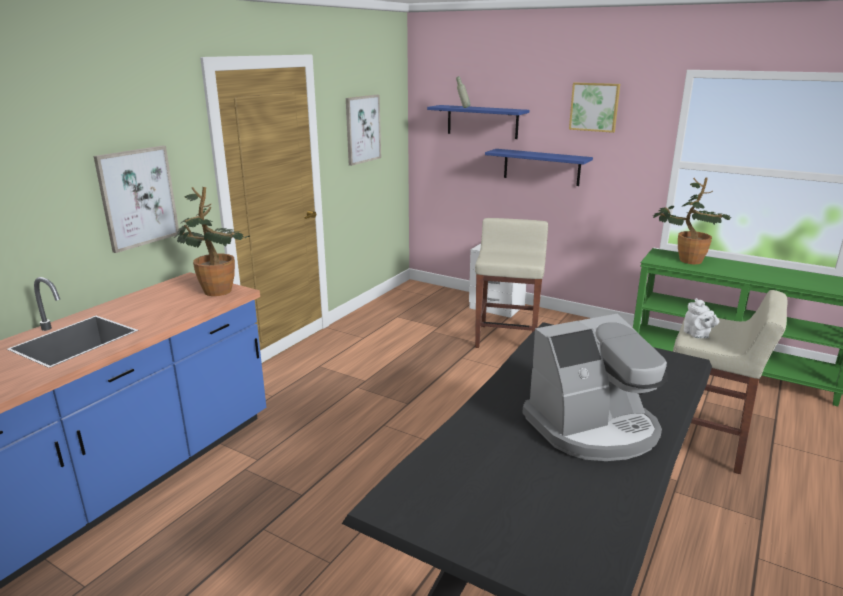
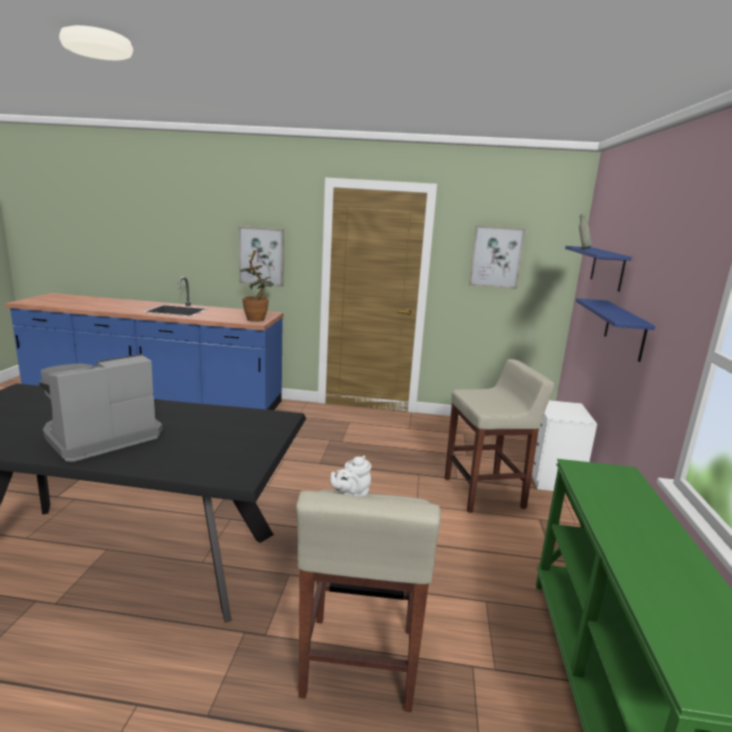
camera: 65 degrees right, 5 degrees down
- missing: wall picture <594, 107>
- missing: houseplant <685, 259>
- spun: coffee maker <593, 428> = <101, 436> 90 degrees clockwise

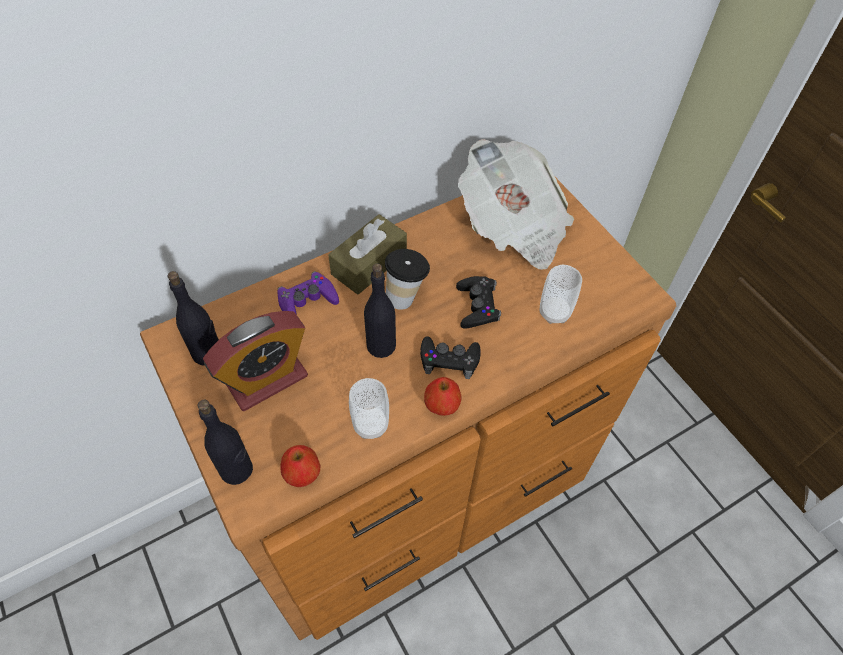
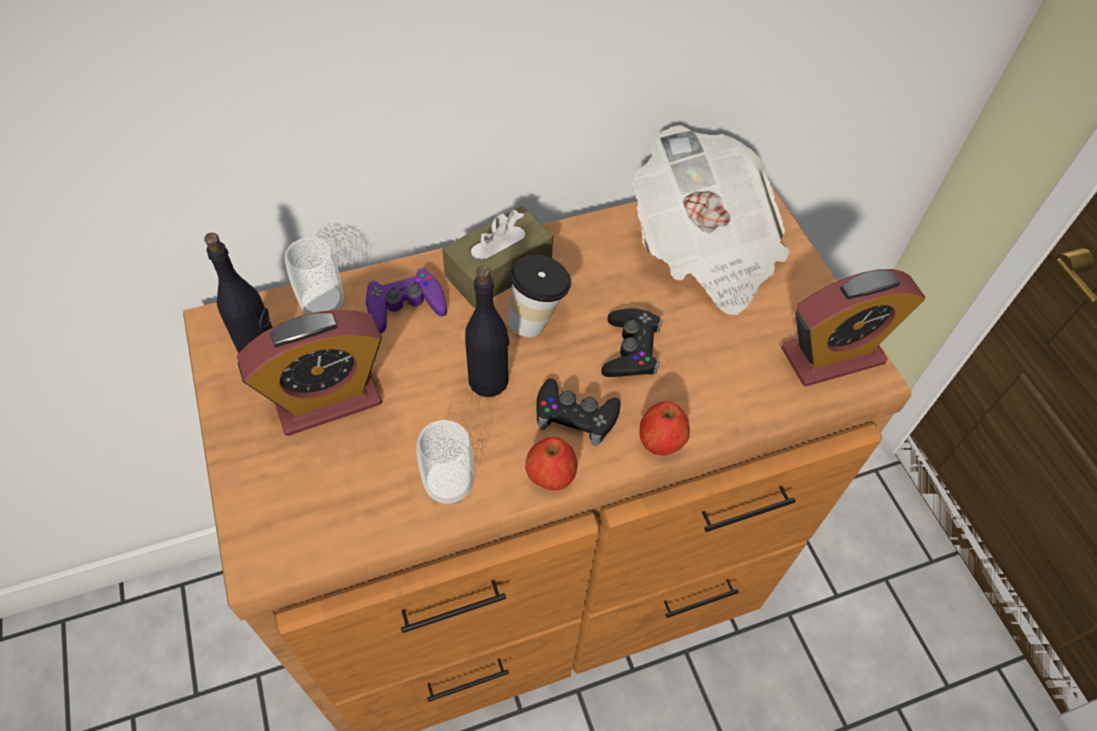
camera: 10 degrees right, 0 degrees up
- missing: black beverage bottle <237, 470>
- appeared: bedside clock <832, 355>
- relocated: apple fruit <302, 474> to <660, 442>
- relocated: cup <554, 312> to <323, 304>

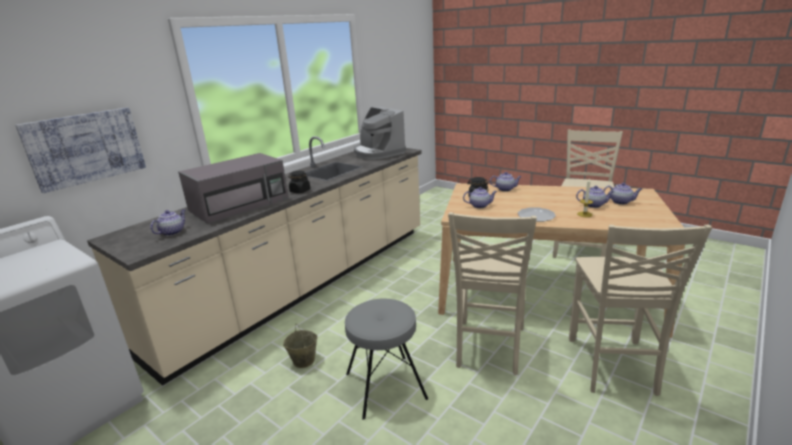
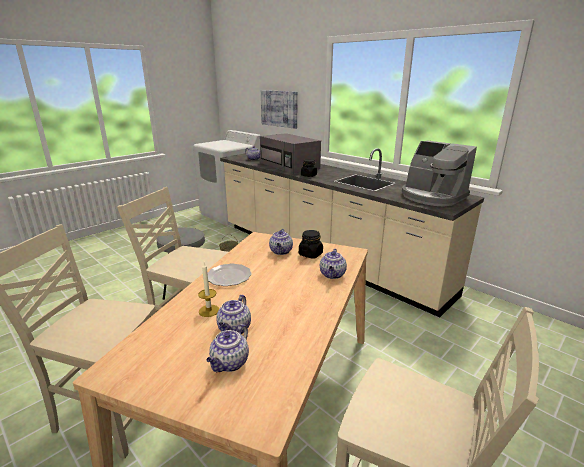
camera: 95 degrees right, 0 degrees up
- spun: coffee maker <378, 153> = <432, 197> 105 degrees counterclockwise

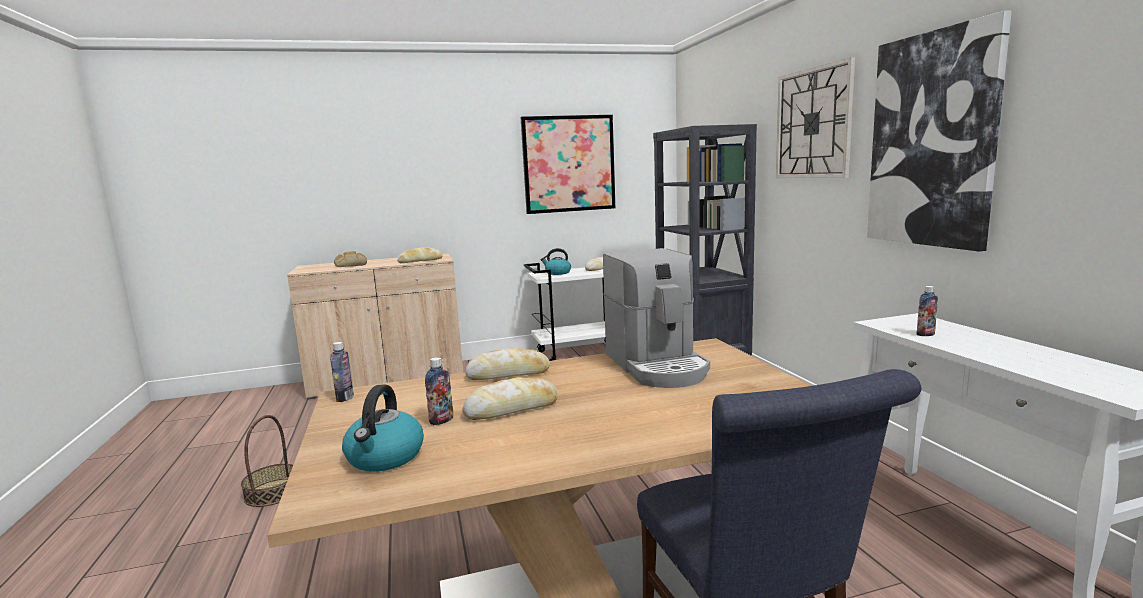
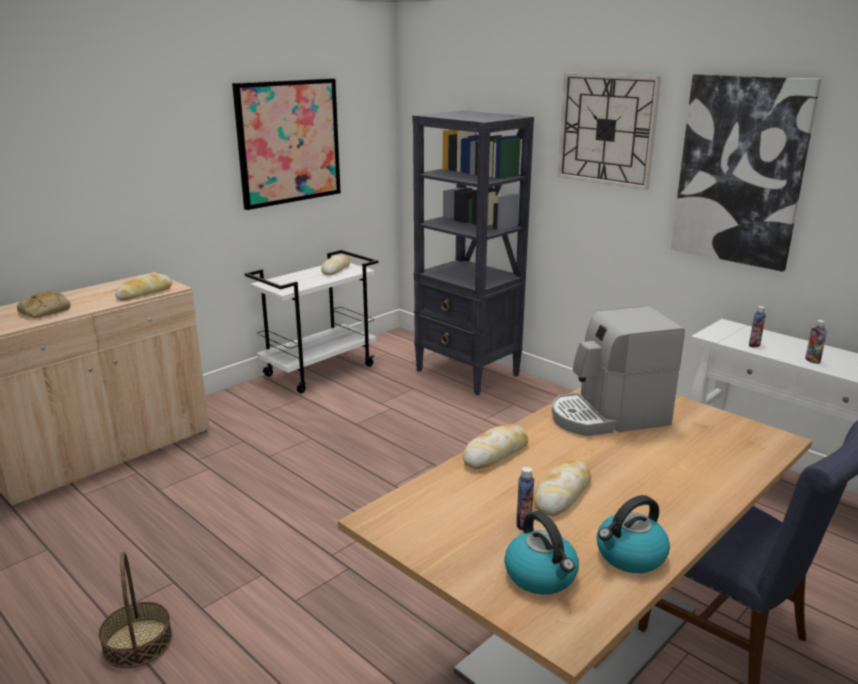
camera: 30 degrees left, 10 degrees up
- relocated: beverage bottle <345, 398> to <812, 360>
- relocated: kettle <557, 273> to <630, 556>
- spun: coffee maker <657, 366> = <608, 416> 120 degrees clockwise

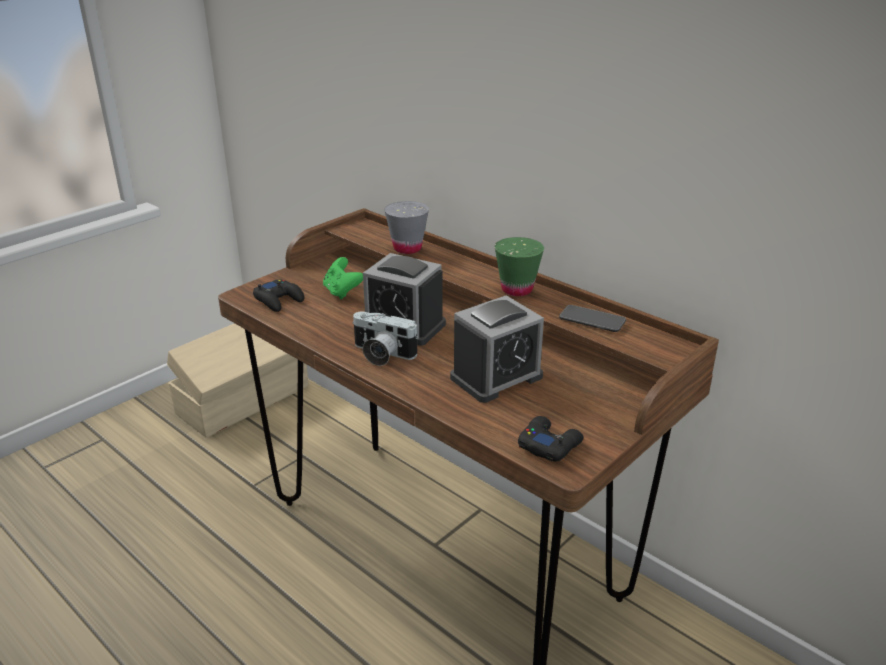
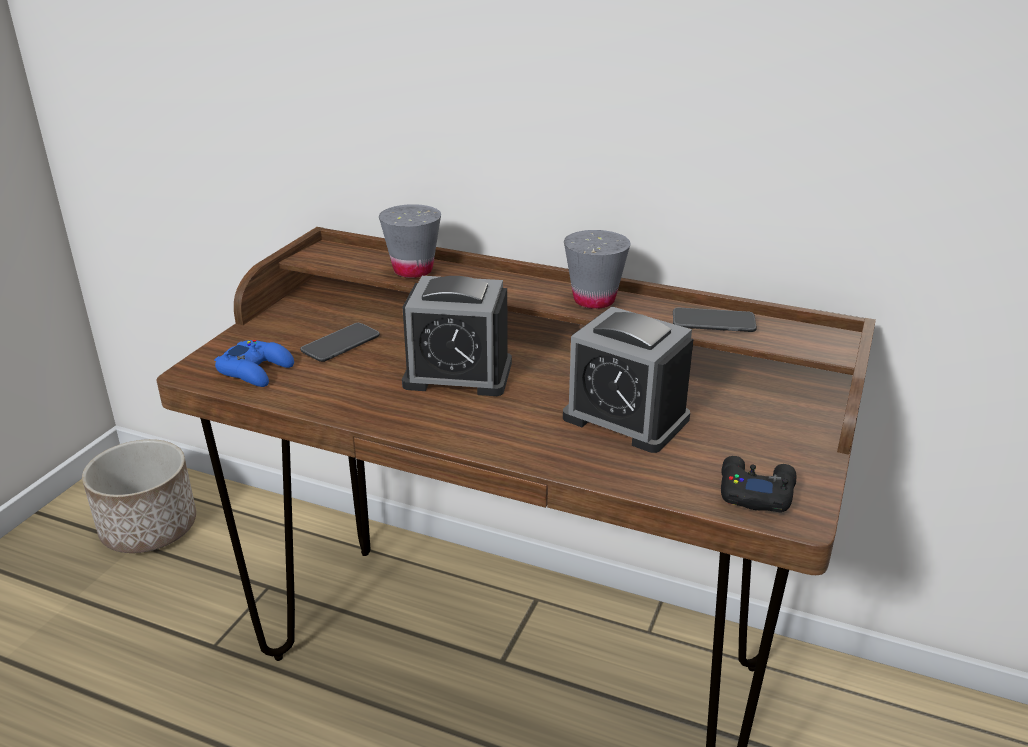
camera: 20 degrees left, 0 degrees up
- missing: photo camera <381, 354>
- exchanged: beige storage bin <245, 400> to plant pot <149, 527>
- exchanged: green-coloured joypad <342, 292> to phone <340, 344>
- colour: black joypad <279, 300> to blue joypad <256, 370>
- colour: green-coloured cup <517, 289> to grey cup <594, 300>
- spun: bedside clock <496, 377> = <625, 418> 90 degrees clockwise

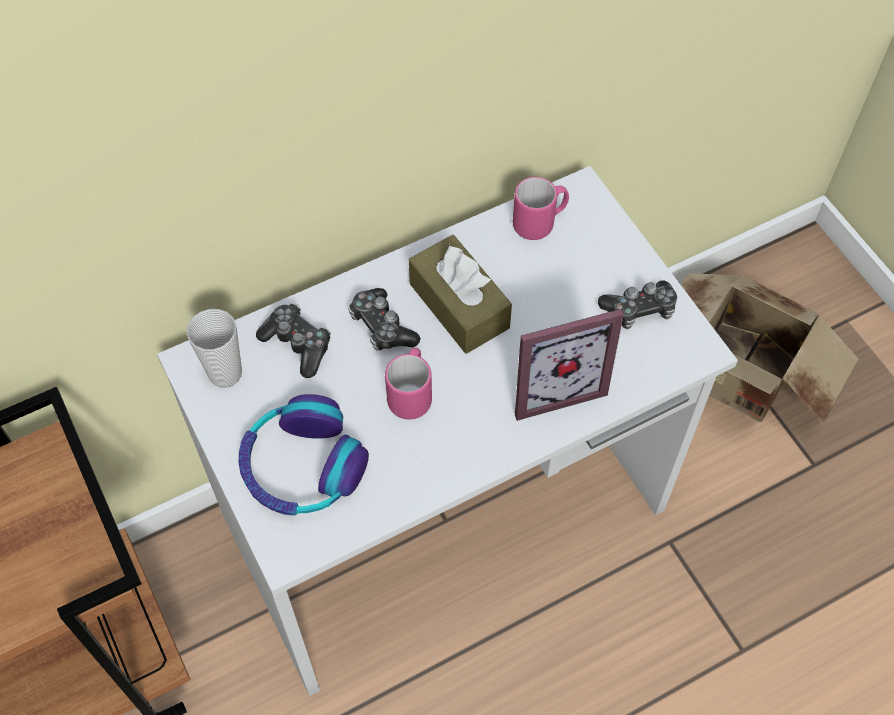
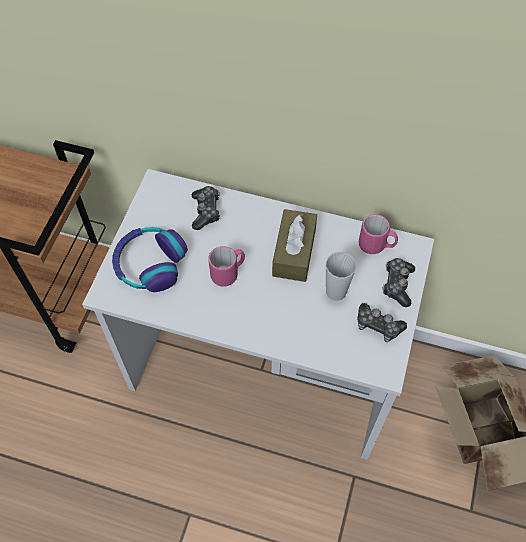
camera: 45 degrees right, 0 degrees up
- missing: picture frame <552, 384>
- relocated: cup <225, 374> to <336, 292>
- relocated: joypad <382, 327> to <397, 284>

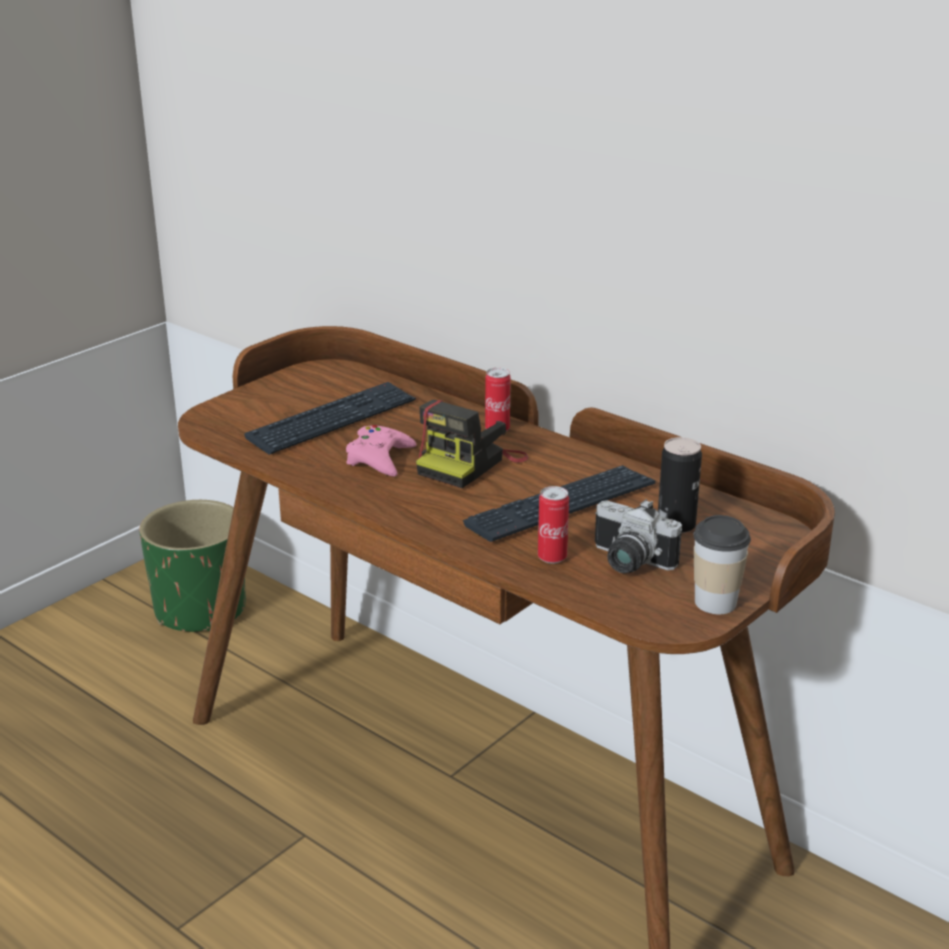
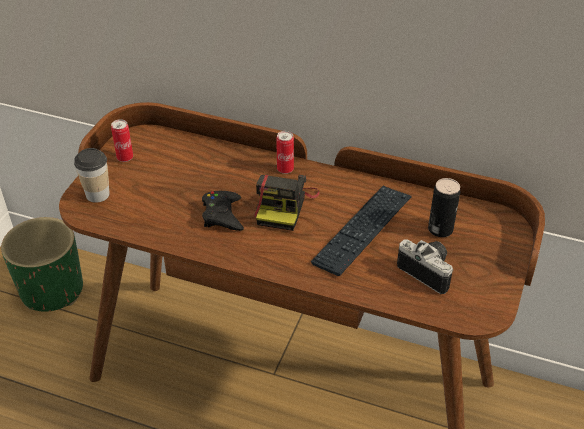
camera: 20 degrees left, 15 degrees up
- missing: keyboard <332, 420>
- relocated: metal can <552, 558> to <125, 158>
- relocated: cup <715, 602> to <97, 194>
- colour: pink-coloured joypad <379, 458> to black joypad <222, 215>
- spun: photo camera <627, 563> = <429, 271> 150 degrees counterclockwise

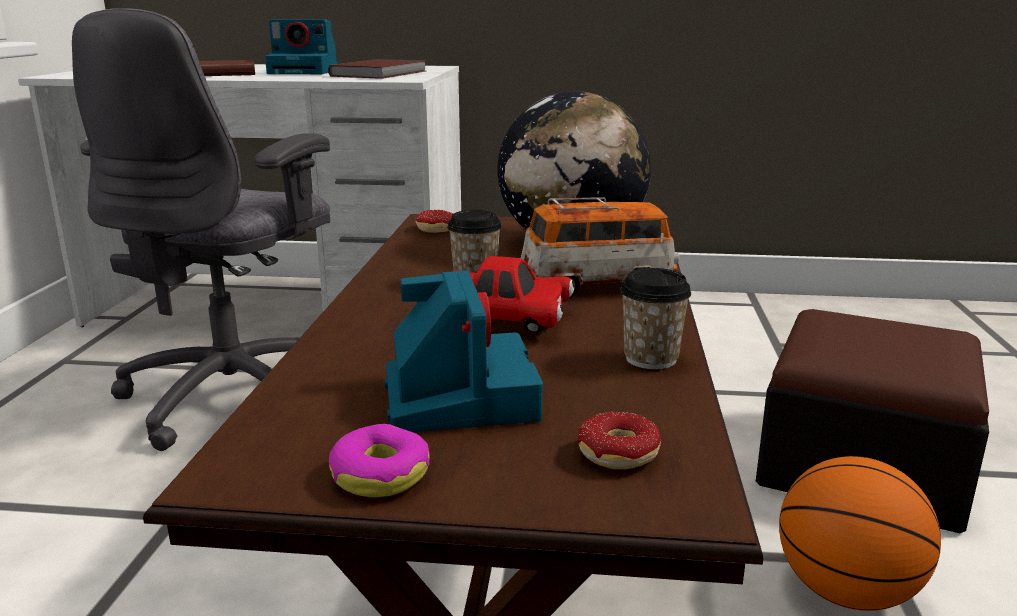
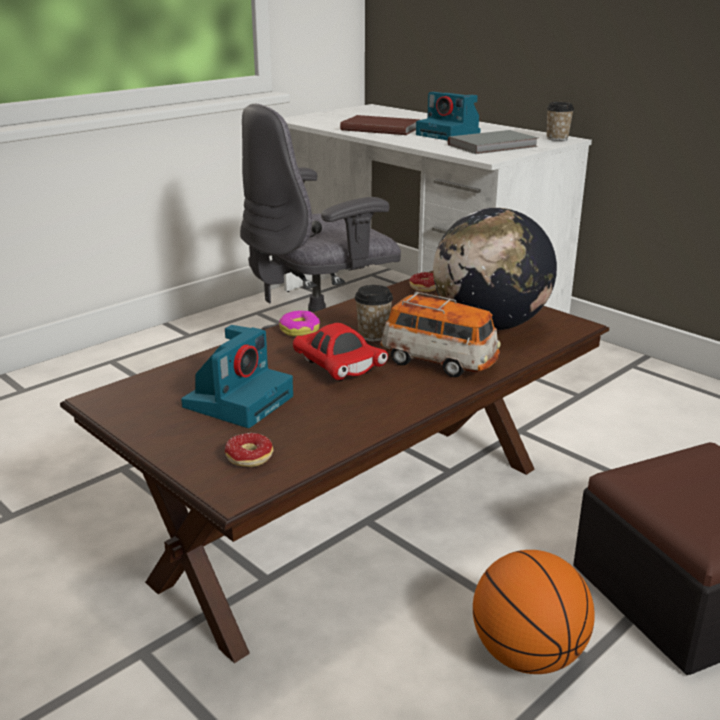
camera: 40 degrees right, 5 degrees up
- relocated: doughnut <380, 475> to <299, 330>
- relocated: cup <651, 358> to <557, 139>
- colour: brown bound book <382, 73> to grey bound book <494, 146>

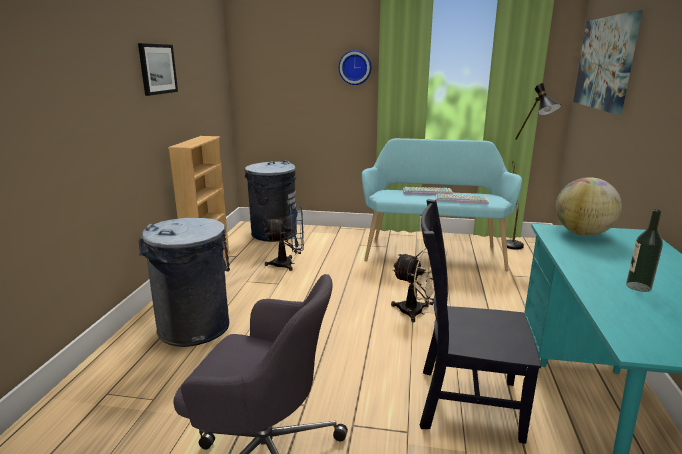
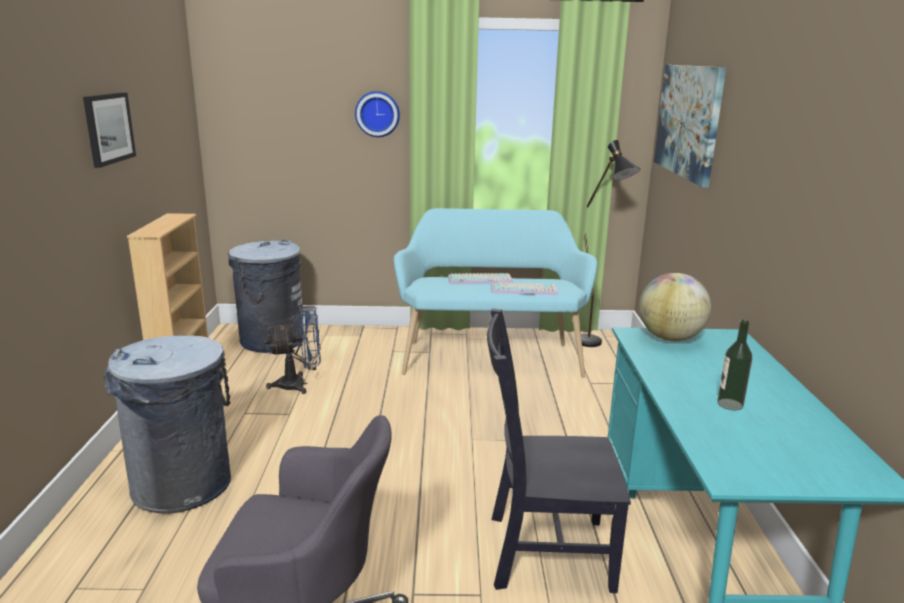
camera: 10 degrees left, 0 degrees up
- missing: beige cooling fan <417, 312>

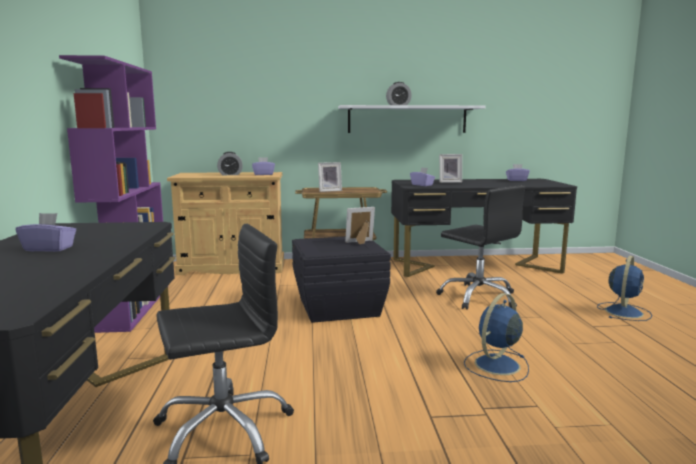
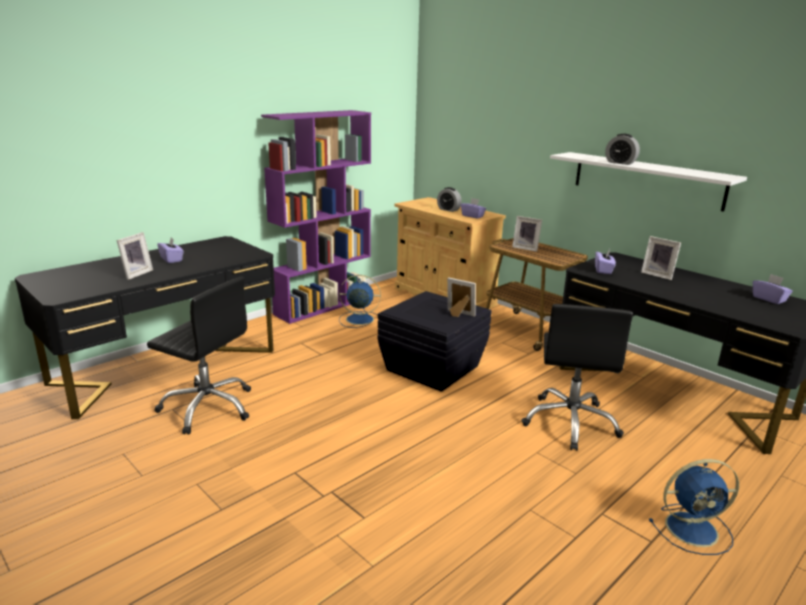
camera: 50 degrees right, 10 degrees up
- appeared: picture frame <135, 274>
- relocated: blue cooling fan <496, 365> to <358, 319>

